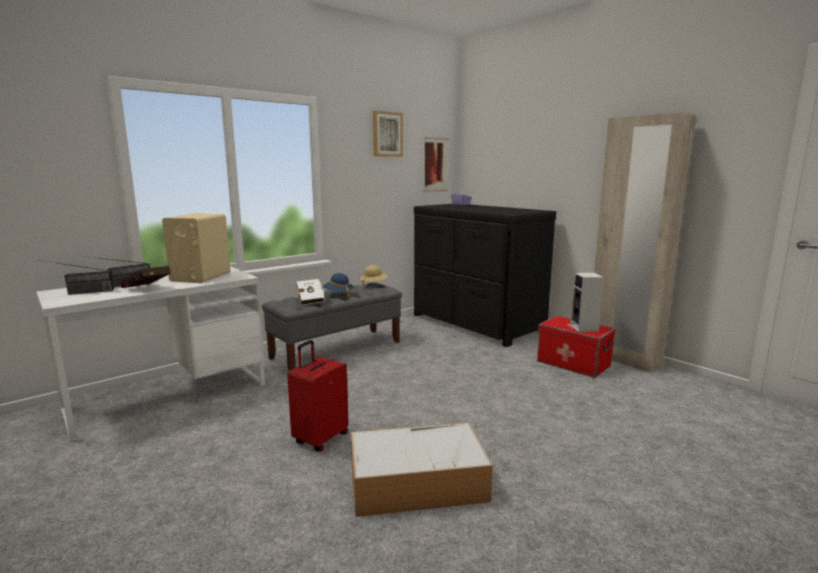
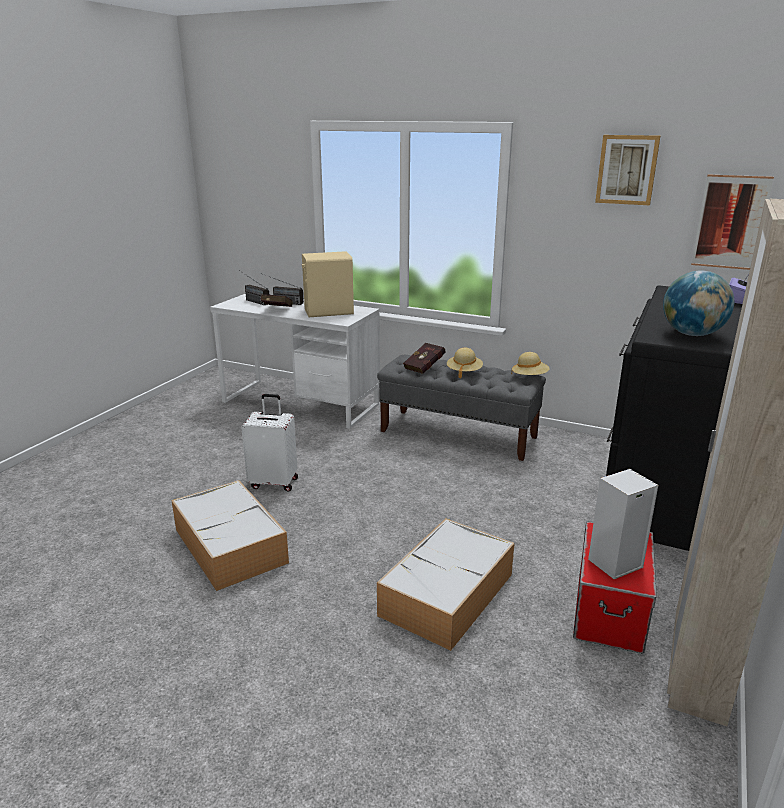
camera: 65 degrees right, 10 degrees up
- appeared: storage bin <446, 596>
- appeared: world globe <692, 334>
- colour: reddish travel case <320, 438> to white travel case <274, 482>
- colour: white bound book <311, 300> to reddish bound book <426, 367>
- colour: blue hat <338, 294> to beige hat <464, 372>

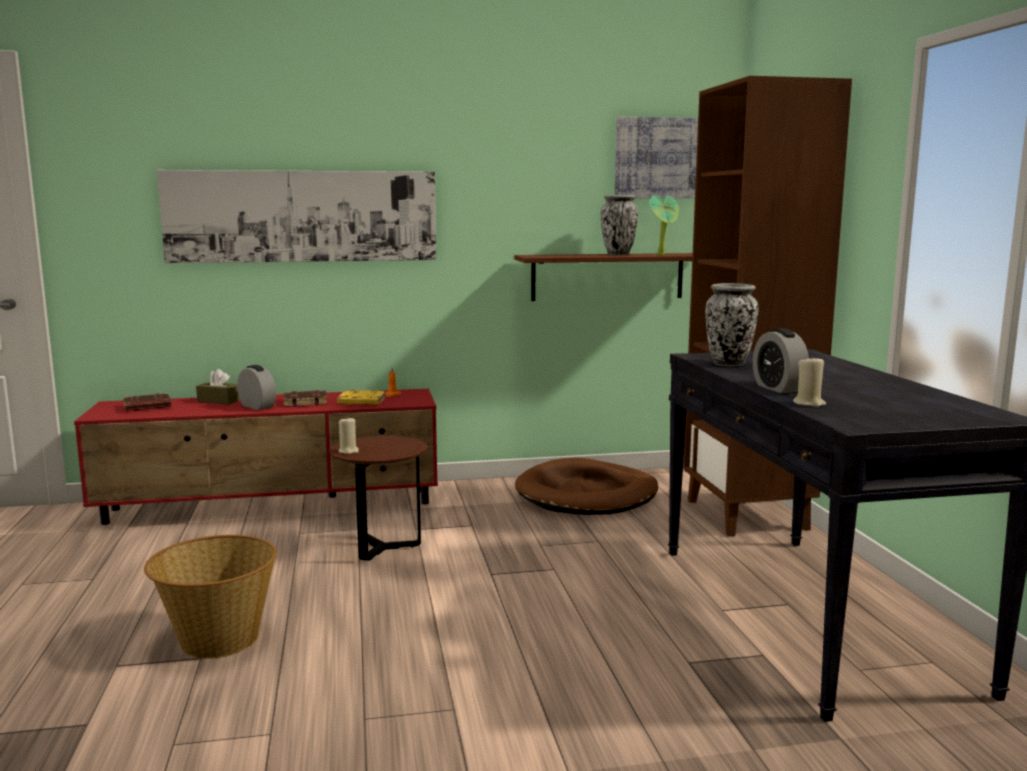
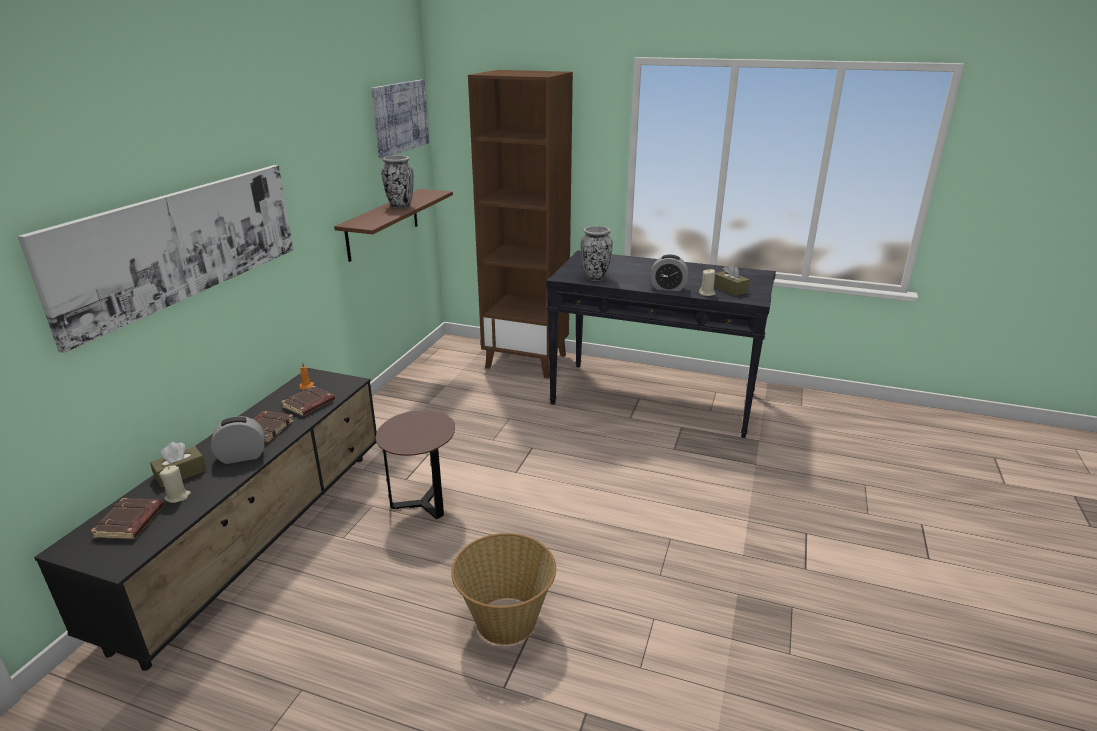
camera: 60 degrees left, 15 degrees up
- missing: brown dog bed <587, 494>
- missing: houseplant <663, 255>
- appeared: brown tissue holder <730, 289>
- relocated: beige wax candle <348, 451> to <178, 496>
- colour: reddish tv unit <273, 506> to black tv unit <259, 539>
- colour: yellow bound book <361, 402> to brown bound book <309, 405>

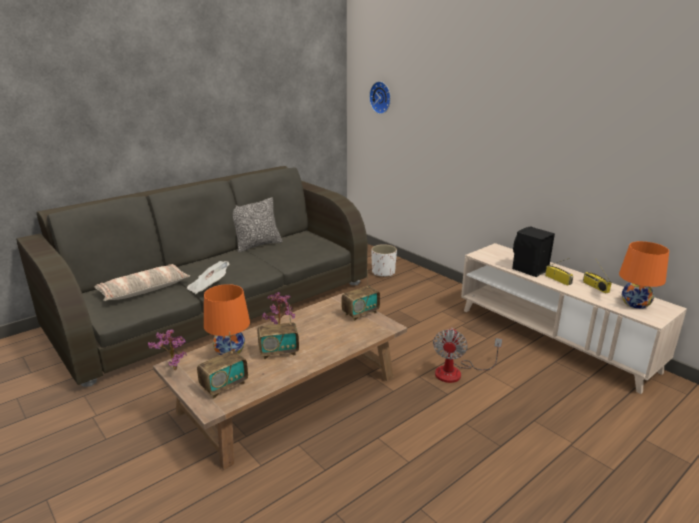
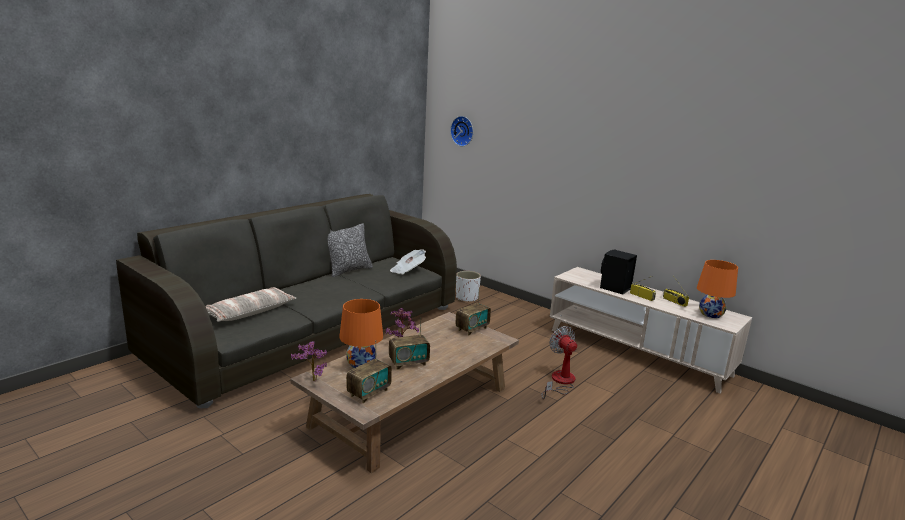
camera: 10 degrees left, 5 degrees down
- relocated: newspaper <208, 287> to <407, 270>
- spun: cooling fan <456, 372> = <560, 382> 150 degrees clockwise

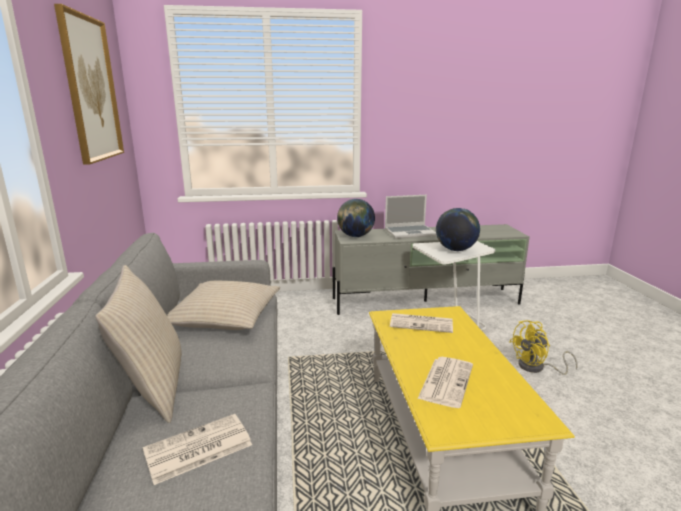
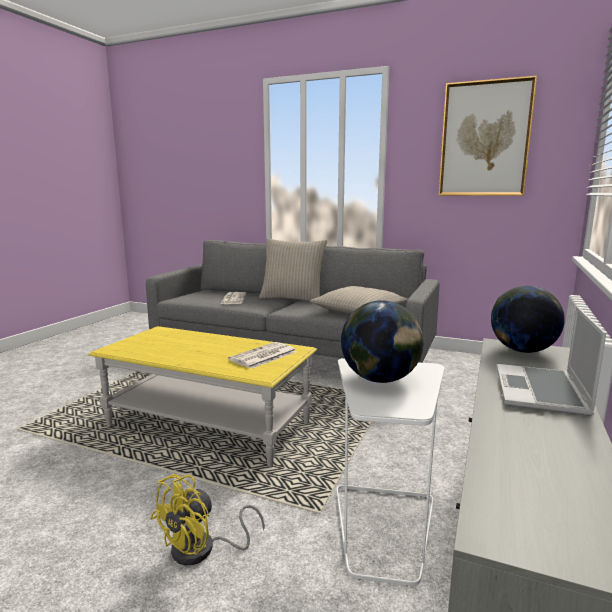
camera: 120 degrees right, 5 degrees down
- missing: newspaper <446, 381>
- spun: yellow cooling fan <537, 368> = <202, 550> 150 degrees counterclockwise

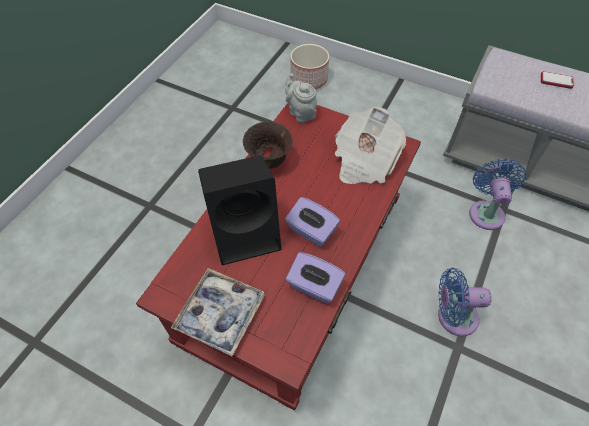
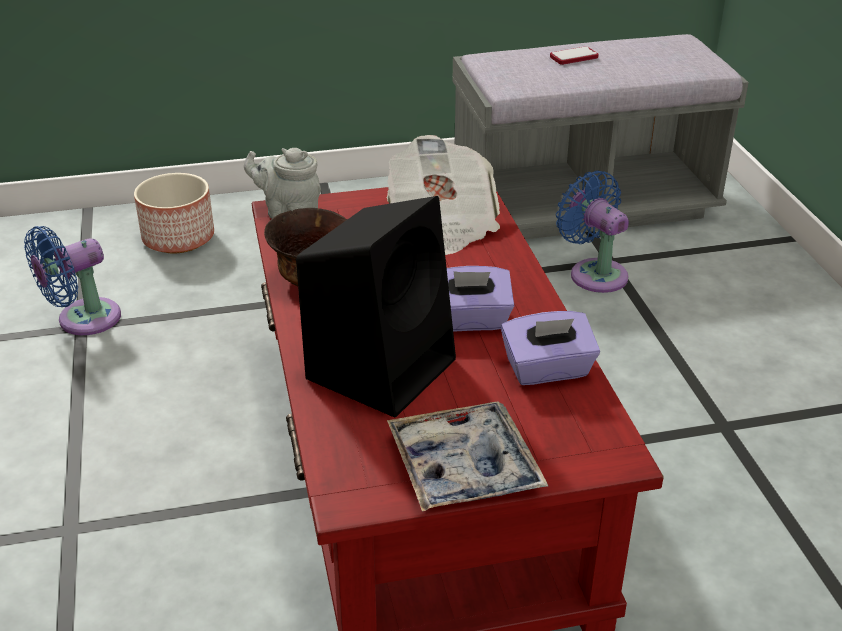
camera: 40 degrees left, 20 degrees down
- relocated: blue cooling fan <453, 317> to <83, 320>

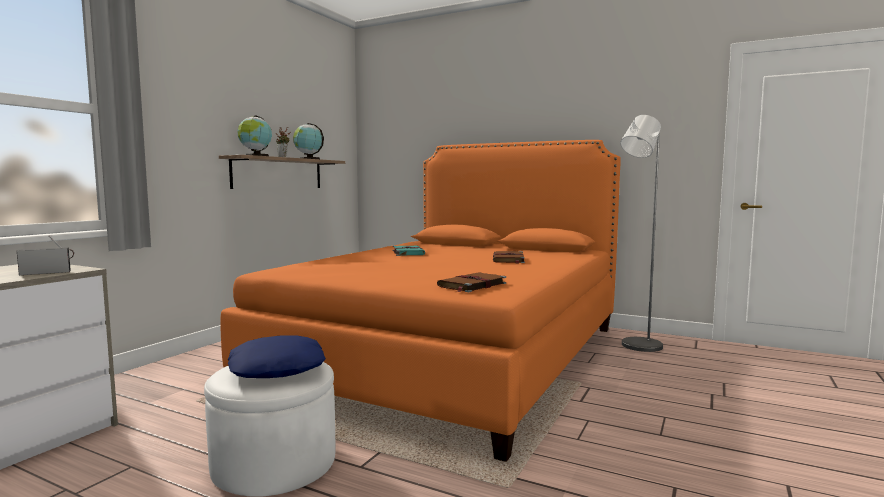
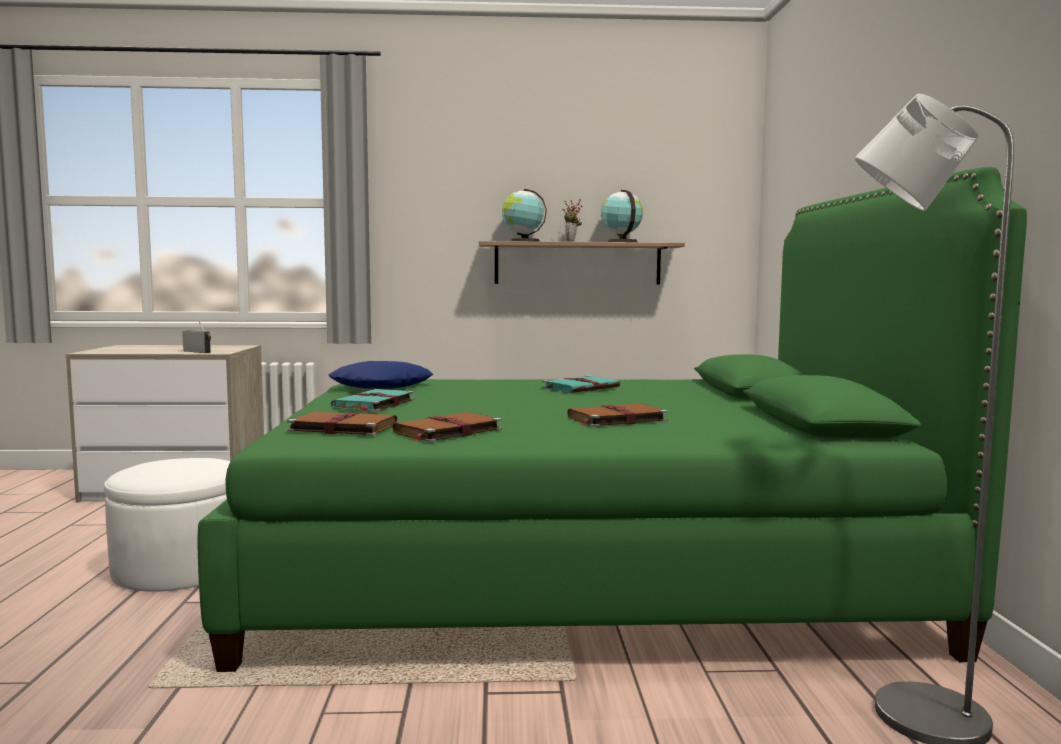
camera: 60 degrees right, 0 degrees up
- appeared: blue-green bound book <373, 404>
- appeared: brown bound book <446, 431>
- relocated: blue cushion <276, 368> to <380, 386>
- colour: orange bed <452, 355> to green-coloured bed <580, 567>

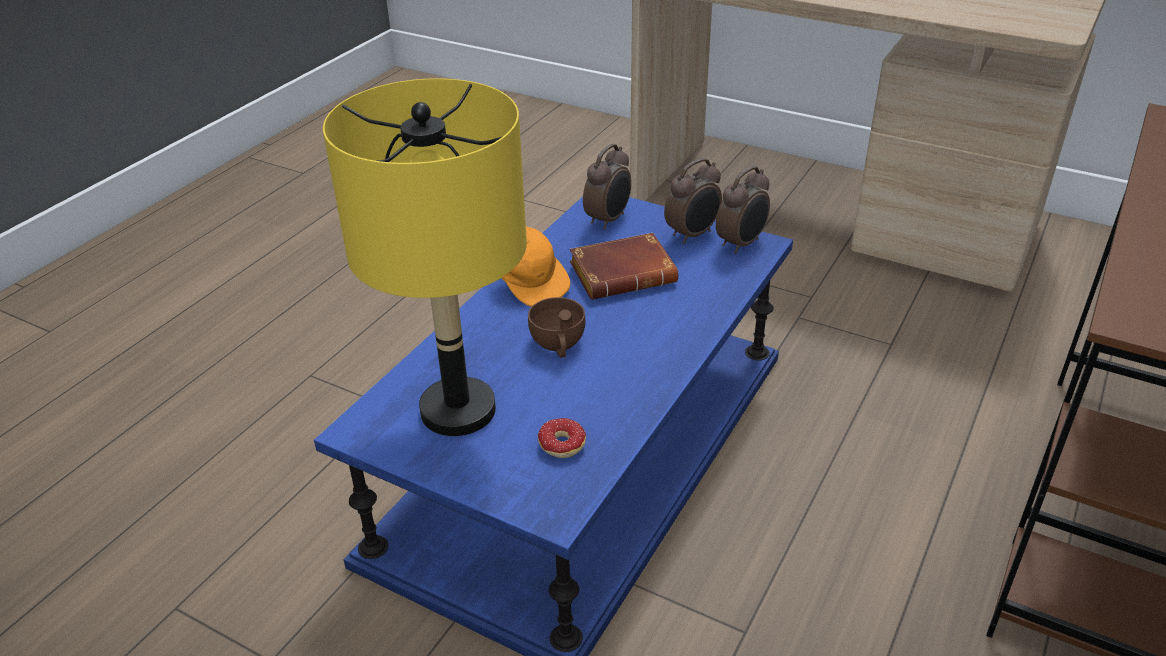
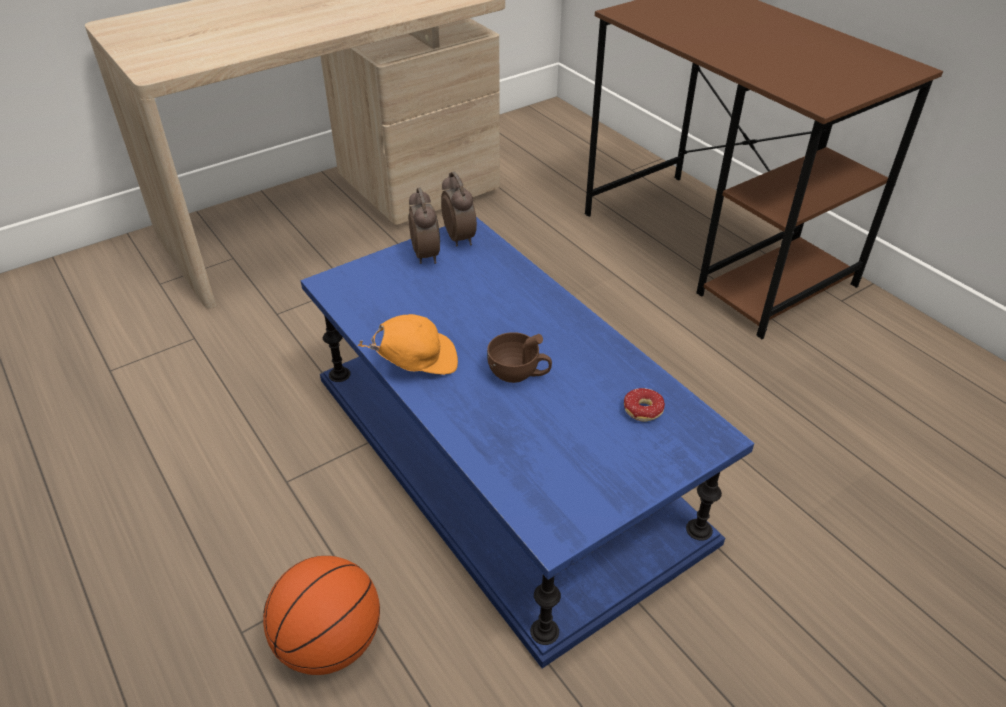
camera: 65 degrees left, 5 degrees up
- missing: yellow table lamp <457, 411>
- missing: brown bound book <624, 273>
- missing: bedside clock <608, 220>
- appeared: basketball ball <329, 643>

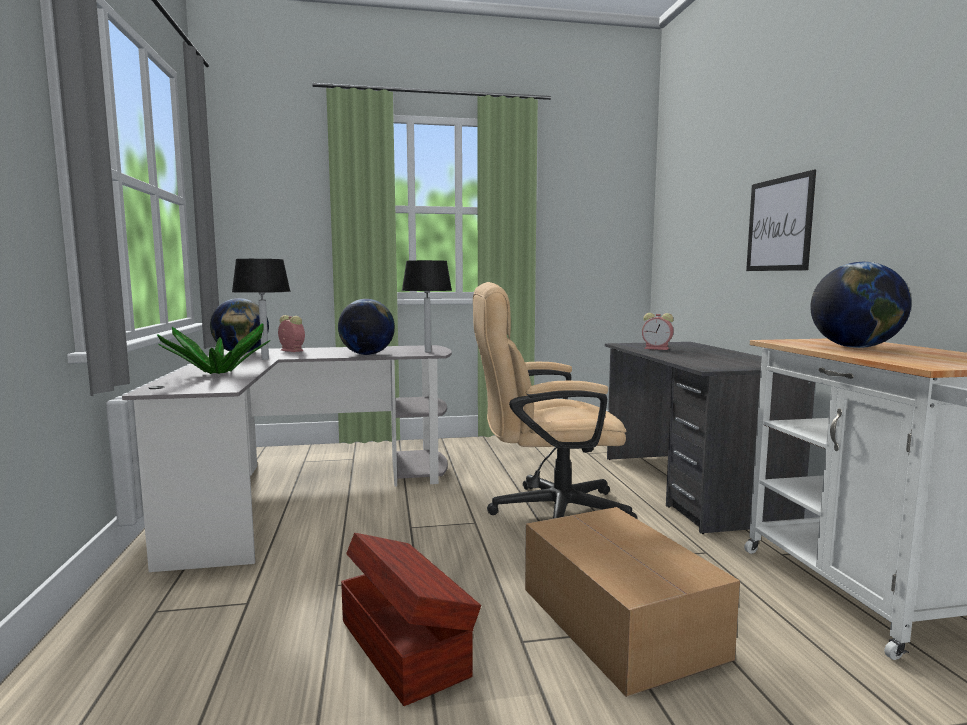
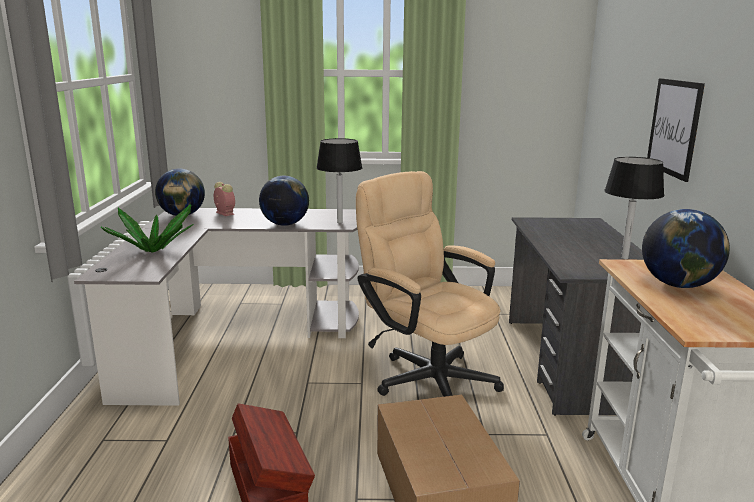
camera: 10 degrees right, 10 degrees up
- missing: bedside clock <658, 348>
- relocated: black table lamp <265, 359> to <624, 258>
- spun: beige desk chair <545, 511> = <426, 376> 45 degrees clockwise

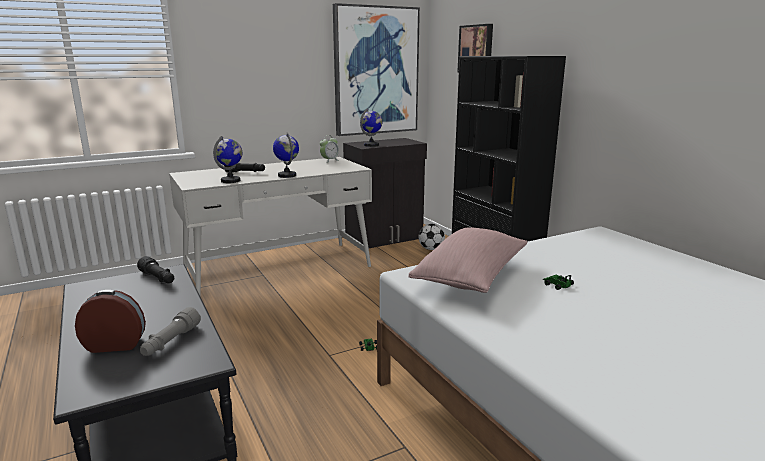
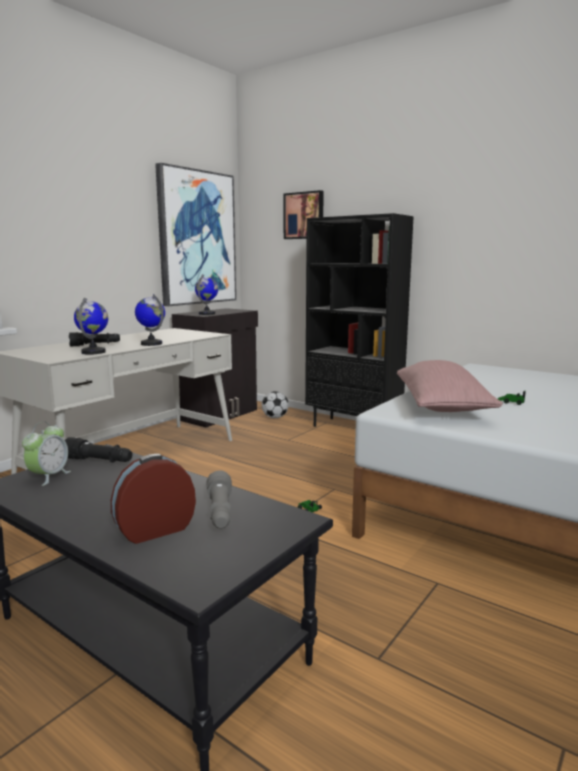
camera: 25 degrees left, 5 degrees down
- relocated: bedside clock <329, 160> to <49, 476>

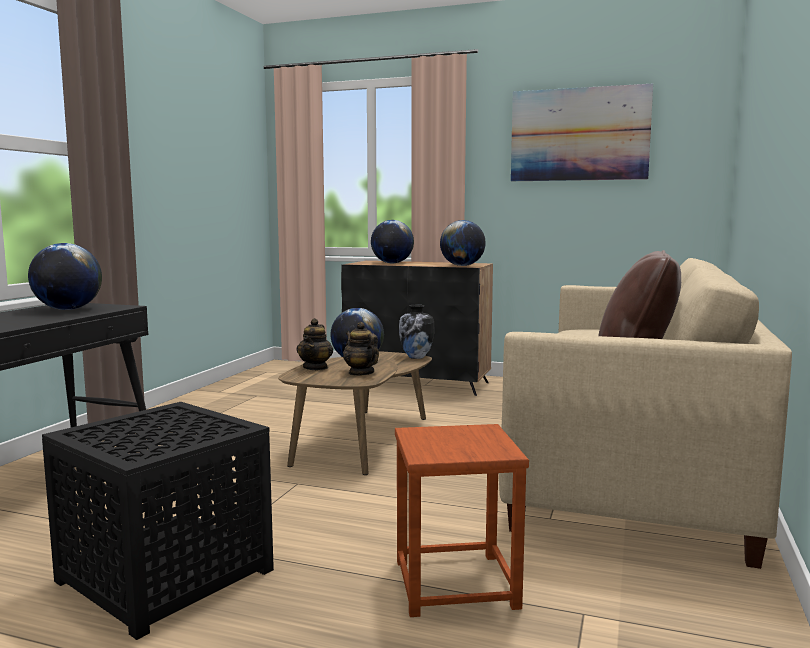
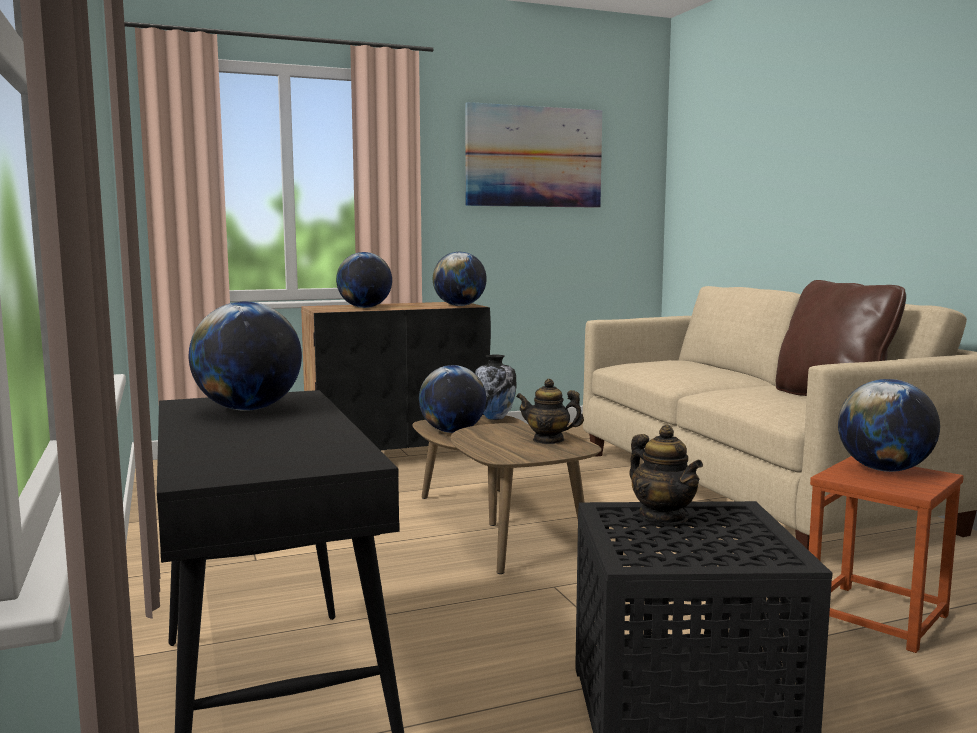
camera: 40 degrees left, 0 degrees up
- appeared: world globe <884, 470>
- relocated: pot for tea <315, 368> to <663, 517>

